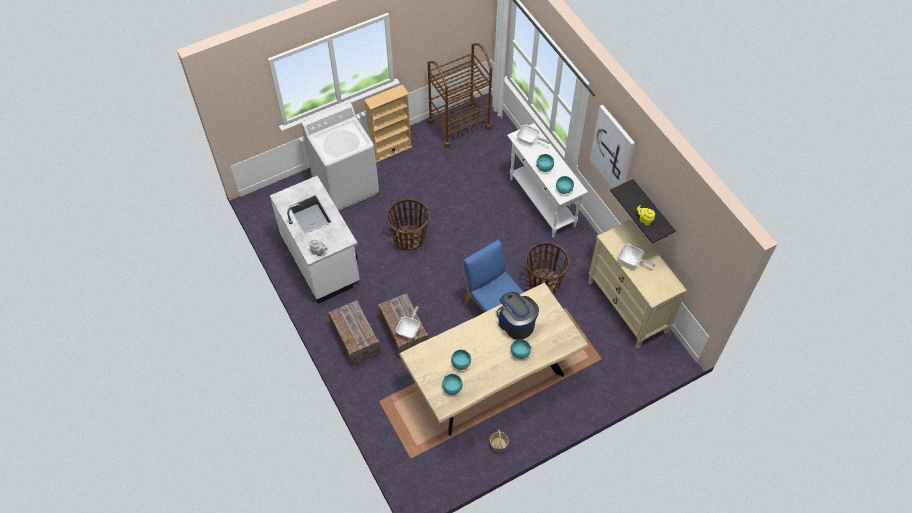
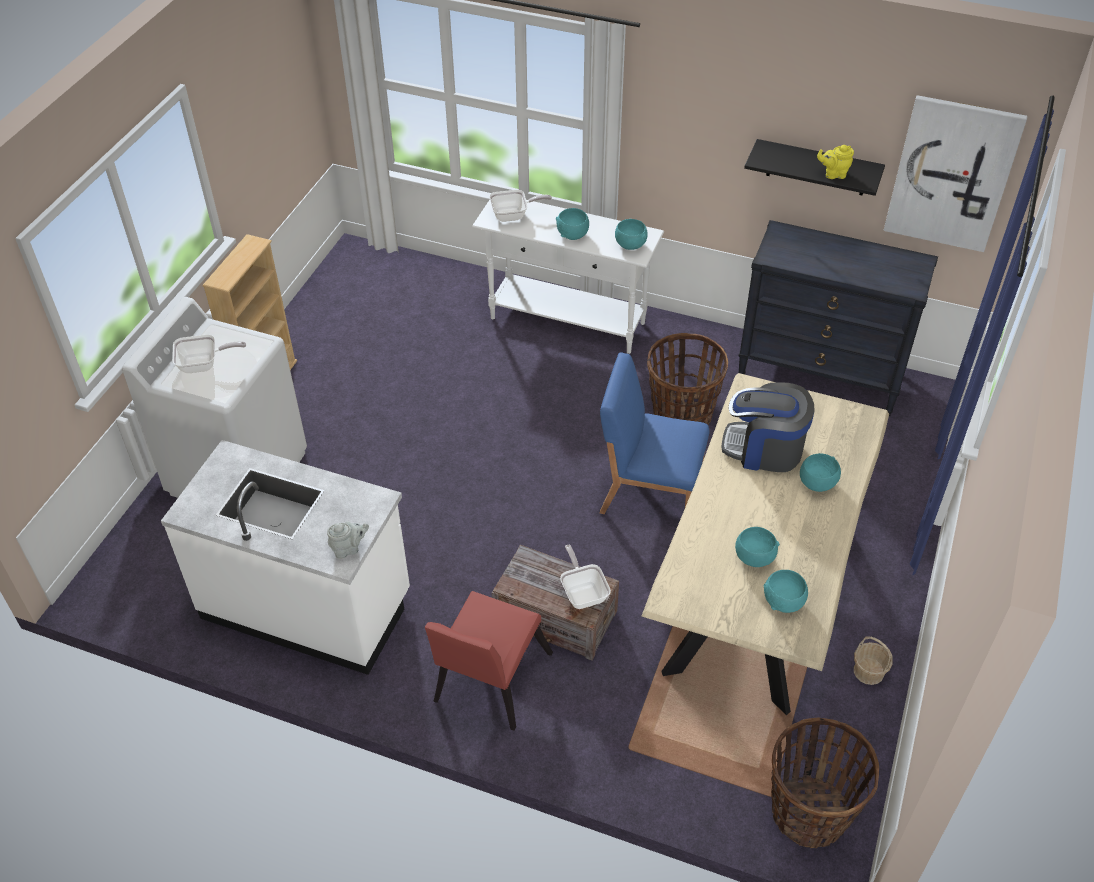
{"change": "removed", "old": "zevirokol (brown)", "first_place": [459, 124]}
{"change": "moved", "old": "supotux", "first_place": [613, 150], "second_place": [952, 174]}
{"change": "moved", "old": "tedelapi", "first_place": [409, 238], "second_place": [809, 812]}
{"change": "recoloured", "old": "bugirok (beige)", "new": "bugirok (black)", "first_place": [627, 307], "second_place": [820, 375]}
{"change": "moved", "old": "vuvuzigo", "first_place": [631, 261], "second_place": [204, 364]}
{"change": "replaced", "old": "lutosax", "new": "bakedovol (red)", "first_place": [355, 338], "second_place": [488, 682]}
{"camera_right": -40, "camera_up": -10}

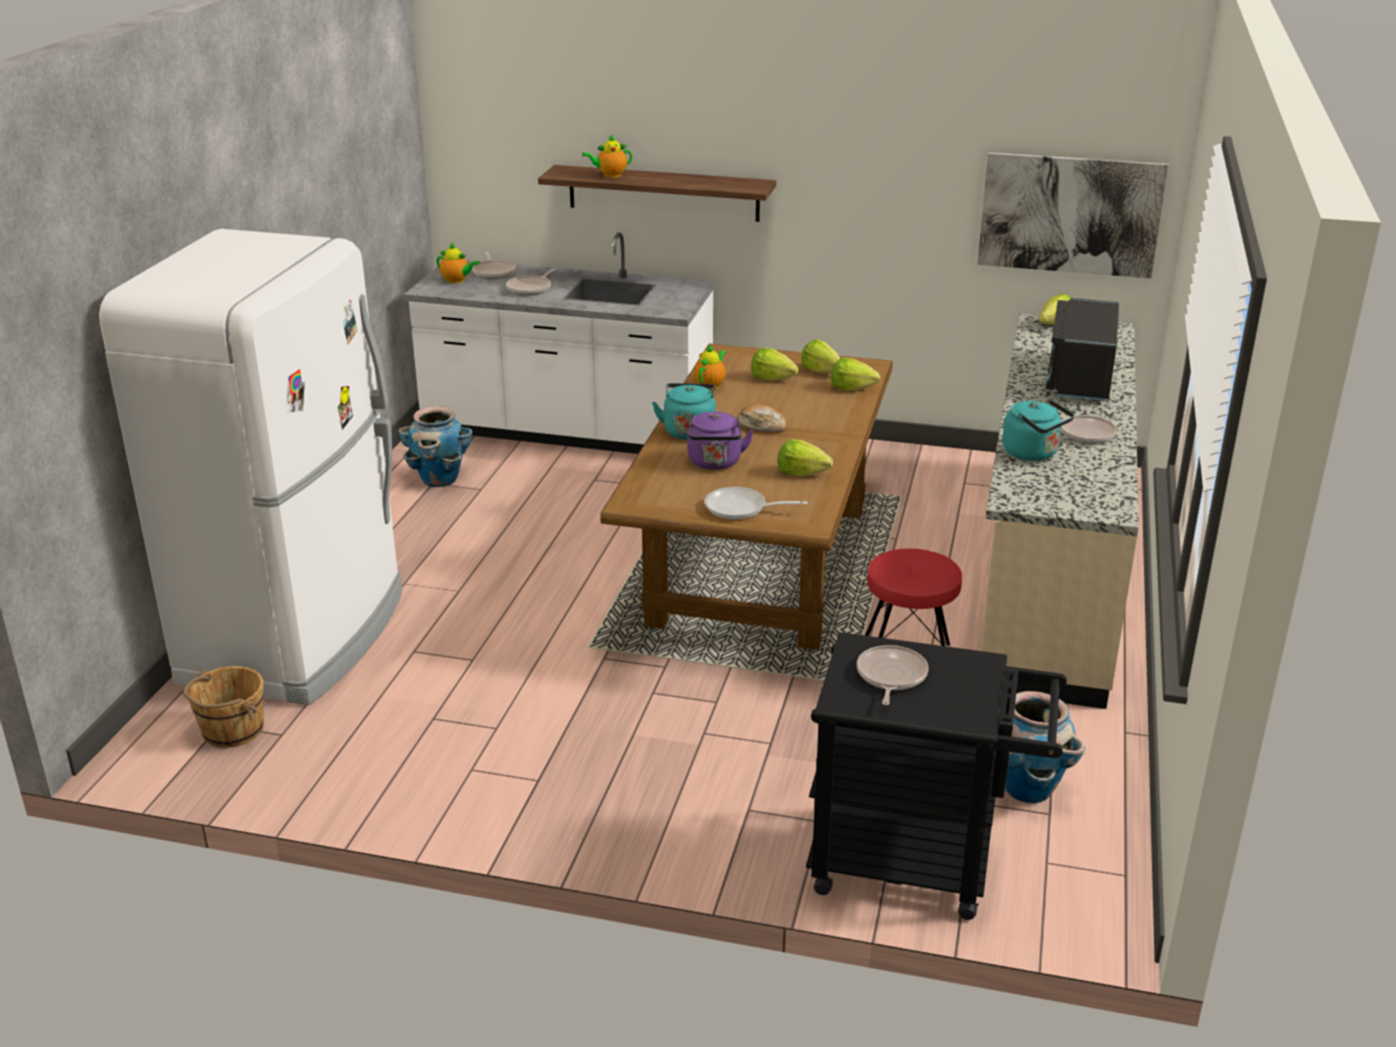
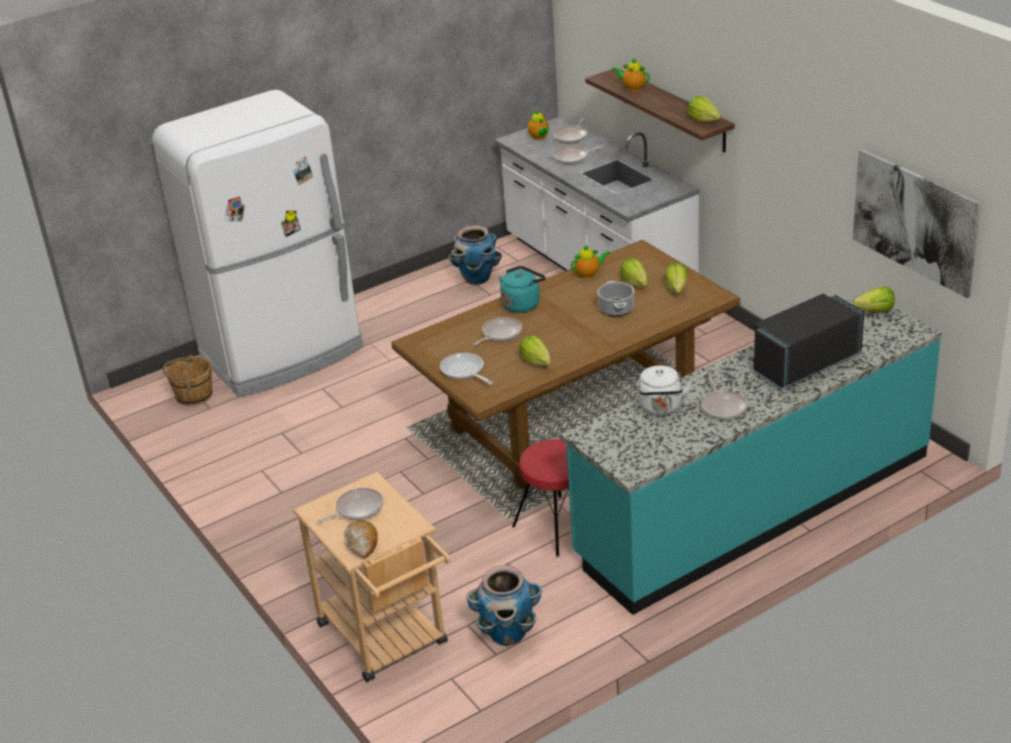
{"change": "recoloured", "old": "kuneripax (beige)", "new": "kuneripax (turquoise)", "first_place": [1048, 569], "second_place": [753, 506]}
{"change": "moved", "old": "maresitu", "first_place": [851, 388], "second_place": [704, 120]}
{"change": "recoloured", "old": "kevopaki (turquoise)", "new": "kevopaki (white)", "first_place": [1033, 453], "second_place": [661, 408]}
{"change": "moved", "old": "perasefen", "first_place": [761, 426], "second_place": [362, 543]}
{"change": "replaced", "old": "kevopaki (purple)", "new": "vuvuzigo", "first_place": [715, 463], "second_place": [500, 334]}
{"change": "recoloured", "old": "zevirokol (black)", "new": "zevirokol (beige)", "first_place": [920, 864], "second_place": [388, 640]}
{"change": "added", "new": "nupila", "second_place": [616, 309]}
{"camera_right": 45, "camera_up": 5}

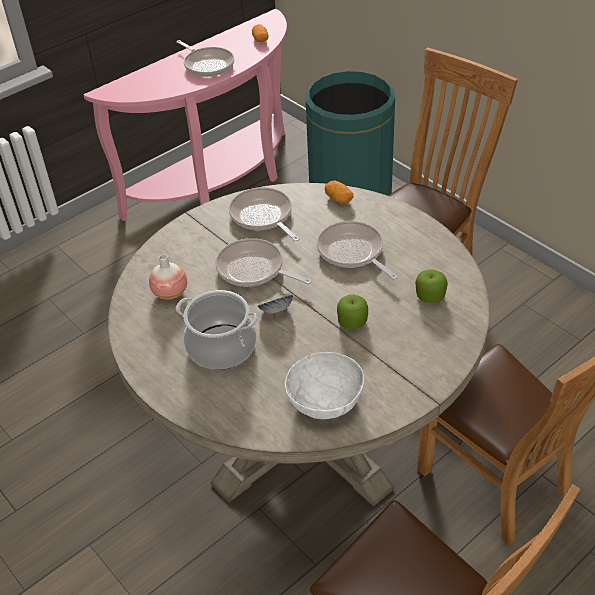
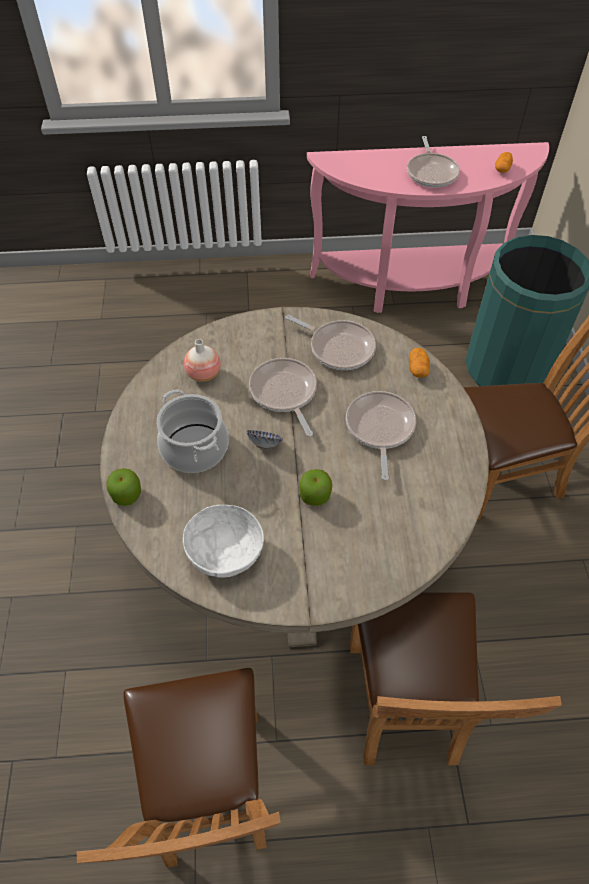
{"change": "turned", "old": "vuvuzigo", "first_place": [263, 216], "second_place": [338, 347], "degrees": 120}
{"change": "moved", "old": "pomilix", "first_place": [430, 296], "second_place": [126, 494]}
{"camera_right": 35, "camera_up": 10}

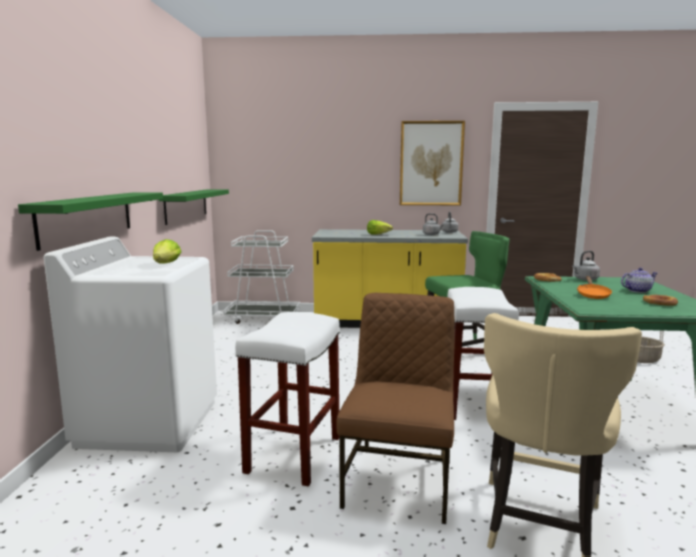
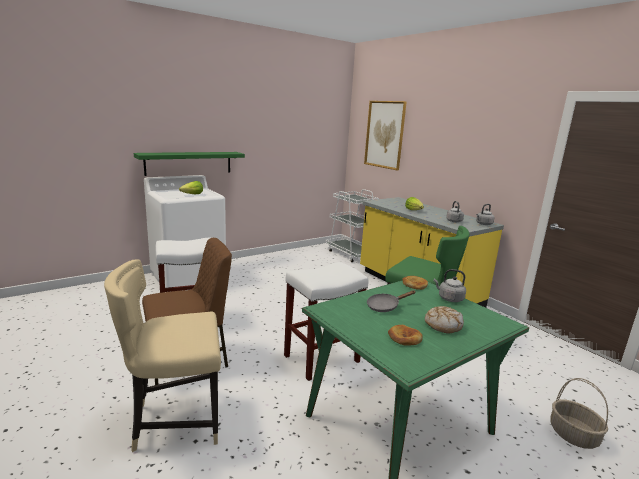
{"change": "moved", "old": "supotux", "first_place": [431, 163], "second_place": [385, 134]}
{"change": "removed", "old": "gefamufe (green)", "first_place": [186, 205]}
{"change": "replaced", "old": "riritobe", "new": "perasefen", "first_place": [637, 290], "second_place": [443, 325]}
{"change": "recoloured", "old": "vuvuzigo (orange)", "new": "vuvuzigo (grey)", "first_place": [592, 295], "second_place": [385, 306]}
{"camera_right": 50, "camera_up": 5}

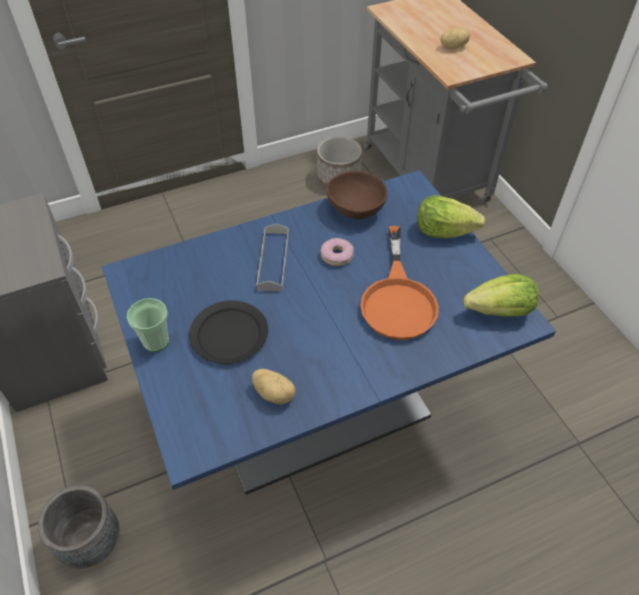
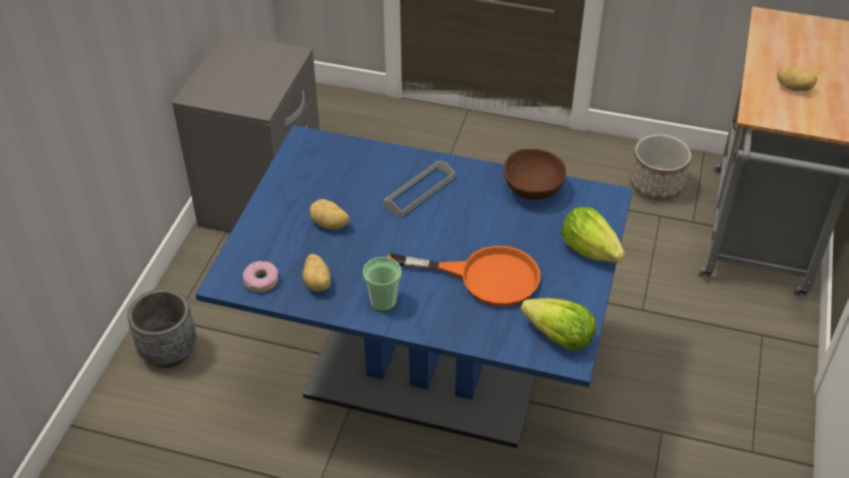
{"change": "turned", "old": "vuvuzigo (orange)", "first_place": [398, 299], "second_place": [484, 277], "degrees": -120}
{"change": "moved", "old": "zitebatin", "first_place": [337, 256], "second_place": [261, 280]}
{"change": "moved", "old": "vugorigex", "first_place": [156, 341], "second_place": [383, 302]}
{"change": "replaced", "old": "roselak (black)", "new": "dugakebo", "first_place": [229, 334], "second_place": [329, 225]}
{"camera_right": 40, "camera_up": -5}

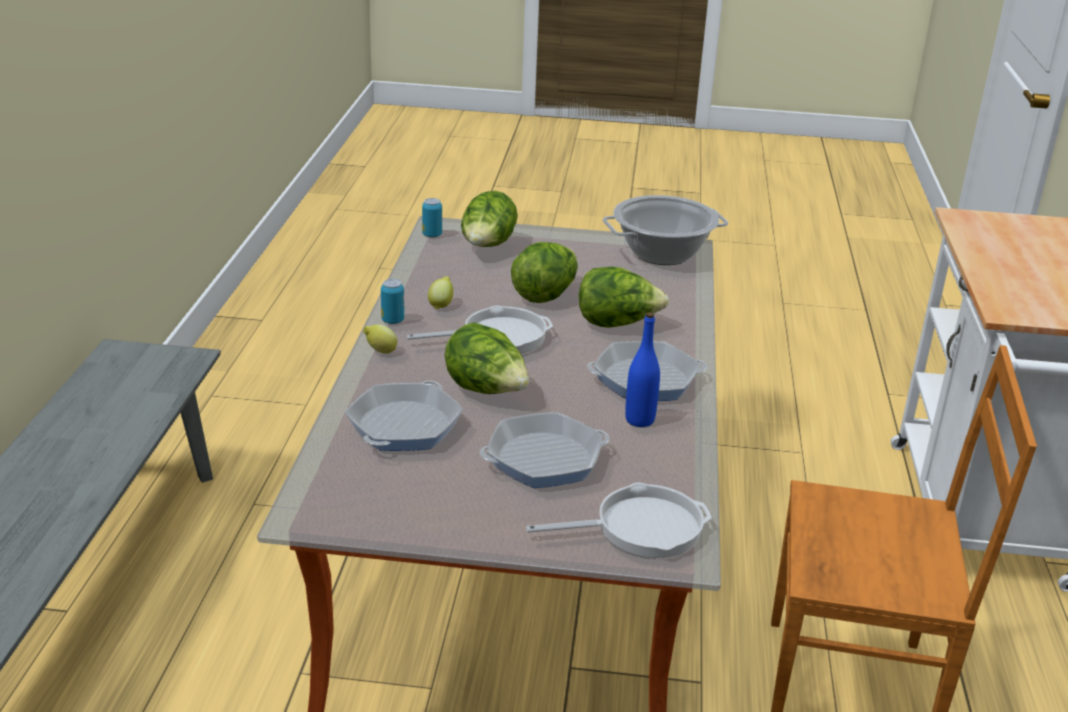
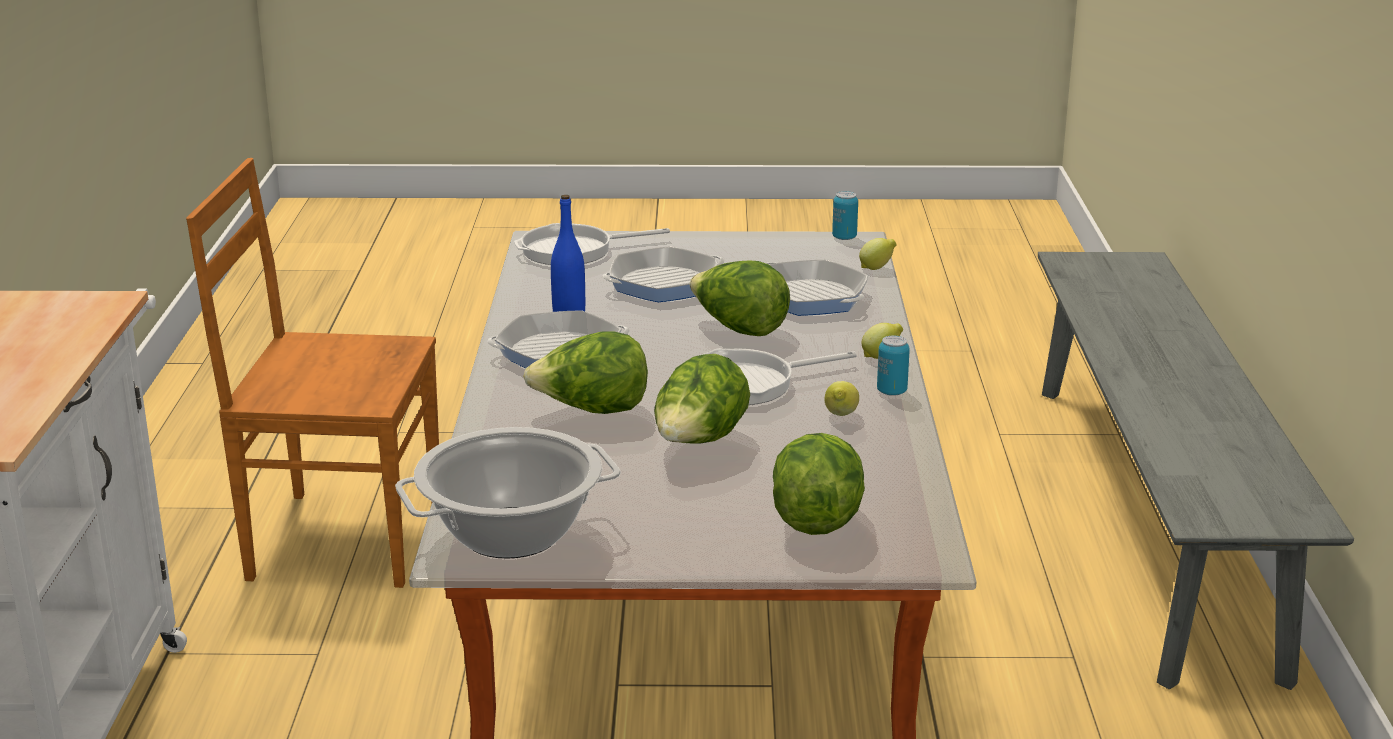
{"change": "moved", "old": "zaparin", "first_place": [432, 235], "second_place": [844, 237]}
{"change": "turned", "old": "vuvuzigo", "first_place": [404, 426], "second_place": [810, 297], "degrees": -60}
{"change": "added", "new": "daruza", "second_place": [877, 268]}
{"camera_right": 175, "camera_up": -5}

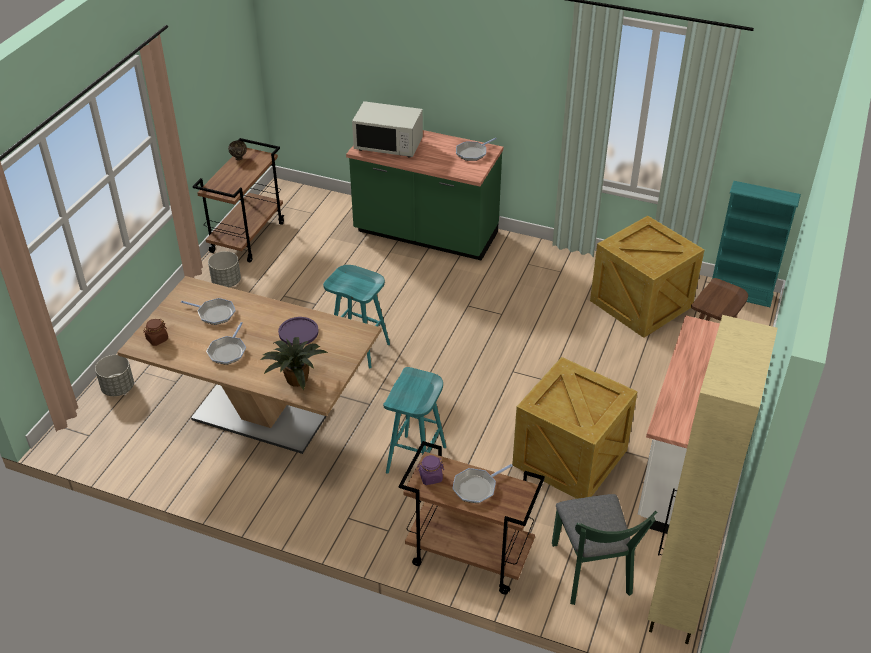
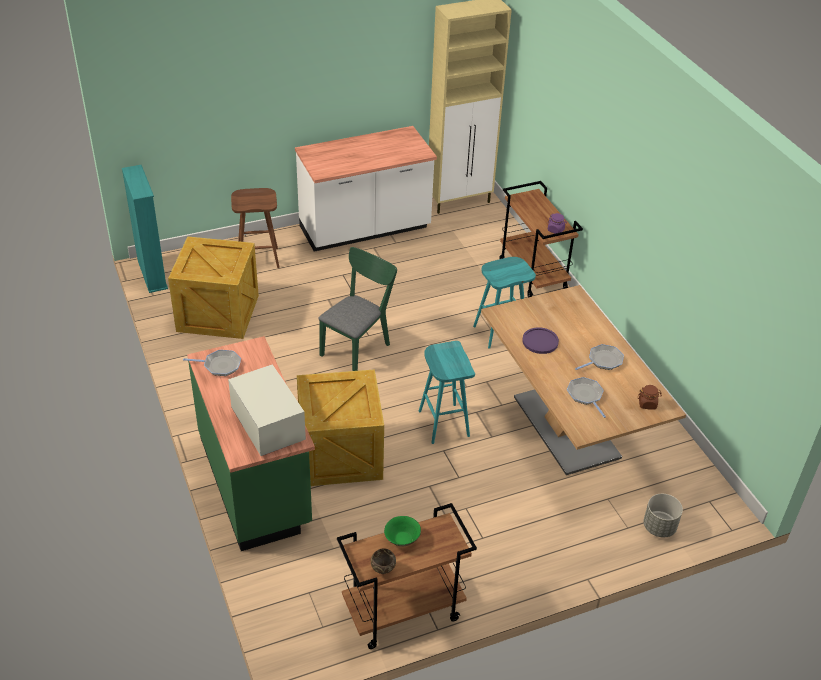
{"change": "removed", "old": "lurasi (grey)", "first_place": [226, 282]}
{"change": "removed", "old": "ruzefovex", "first_place": [295, 379]}
{"change": "moved", "old": "lutosax", "first_place": [570, 459], "second_place": [341, 453]}
{"change": "removed", "old": "vuvuzigo", "first_place": [476, 487]}
{"change": "moved", "old": "bakedovol (green)", "first_place": [592, 574], "second_place": [358, 346]}
{"change": "added", "new": "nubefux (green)", "second_place": [402, 539]}
{"camera_right": -135, "camera_up": 0}

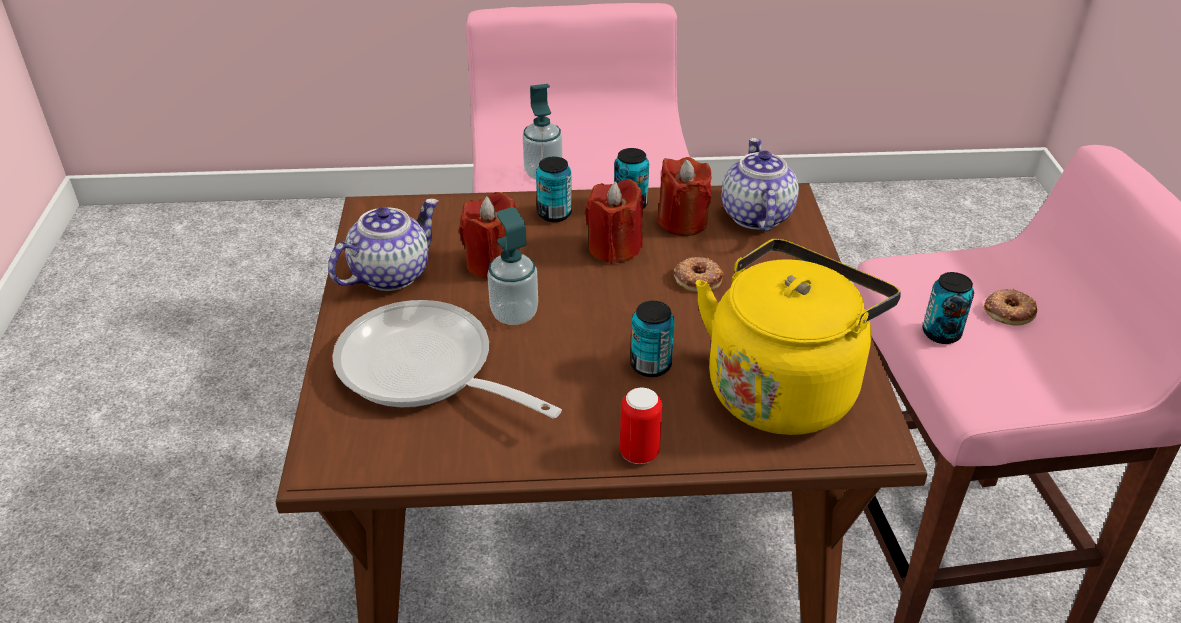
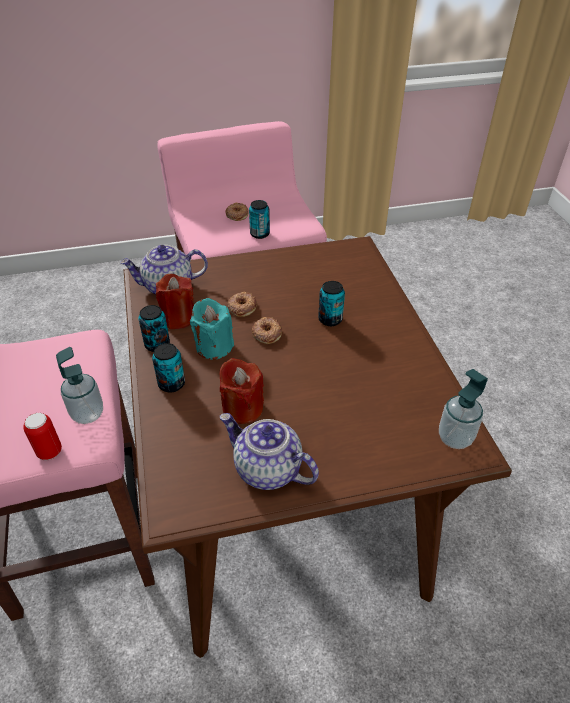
{"change": "recoloured", "old": "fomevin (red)", "new": "fomevin (turquoise)", "first_place": [614, 248], "second_place": [214, 346]}
{"change": "moved", "old": "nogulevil", "first_place": [514, 314], "second_place": [455, 438]}
{"change": "removed", "old": "kevopaki (yellow)", "first_place": [784, 387]}
{"change": "removed", "old": "vuvuzigo", "first_place": [425, 371]}
{"change": "moved", "old": "zaparin", "first_place": [639, 453], "second_place": [49, 451]}
{"change": "added", "new": "zitebatin", "second_place": [266, 333]}
{"camera_right": -100, "camera_up": 5}

